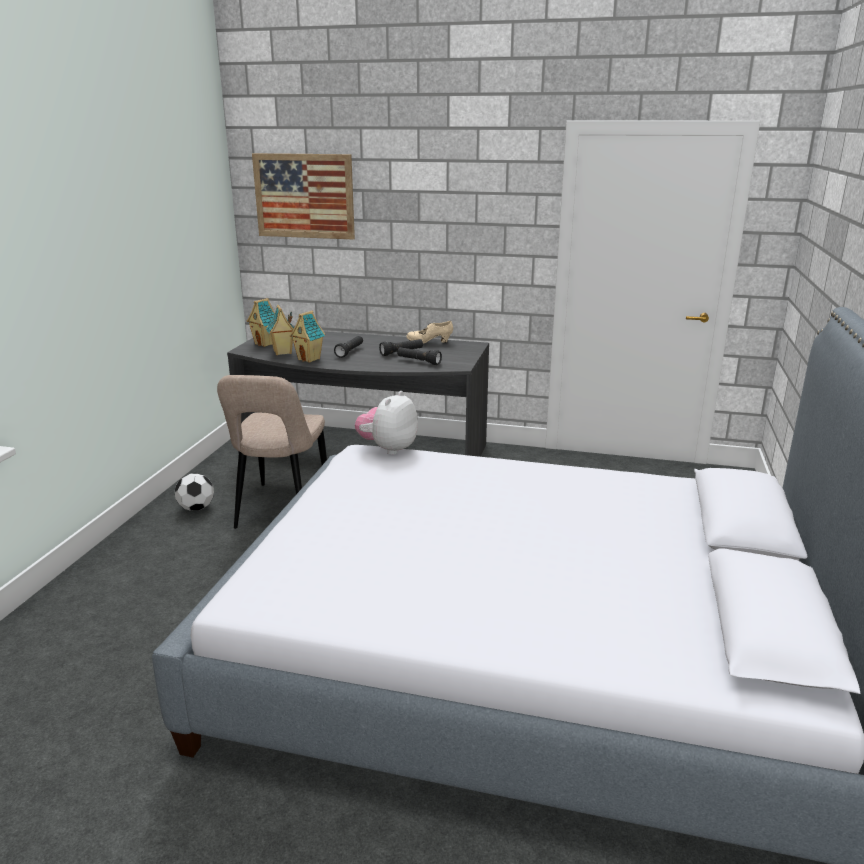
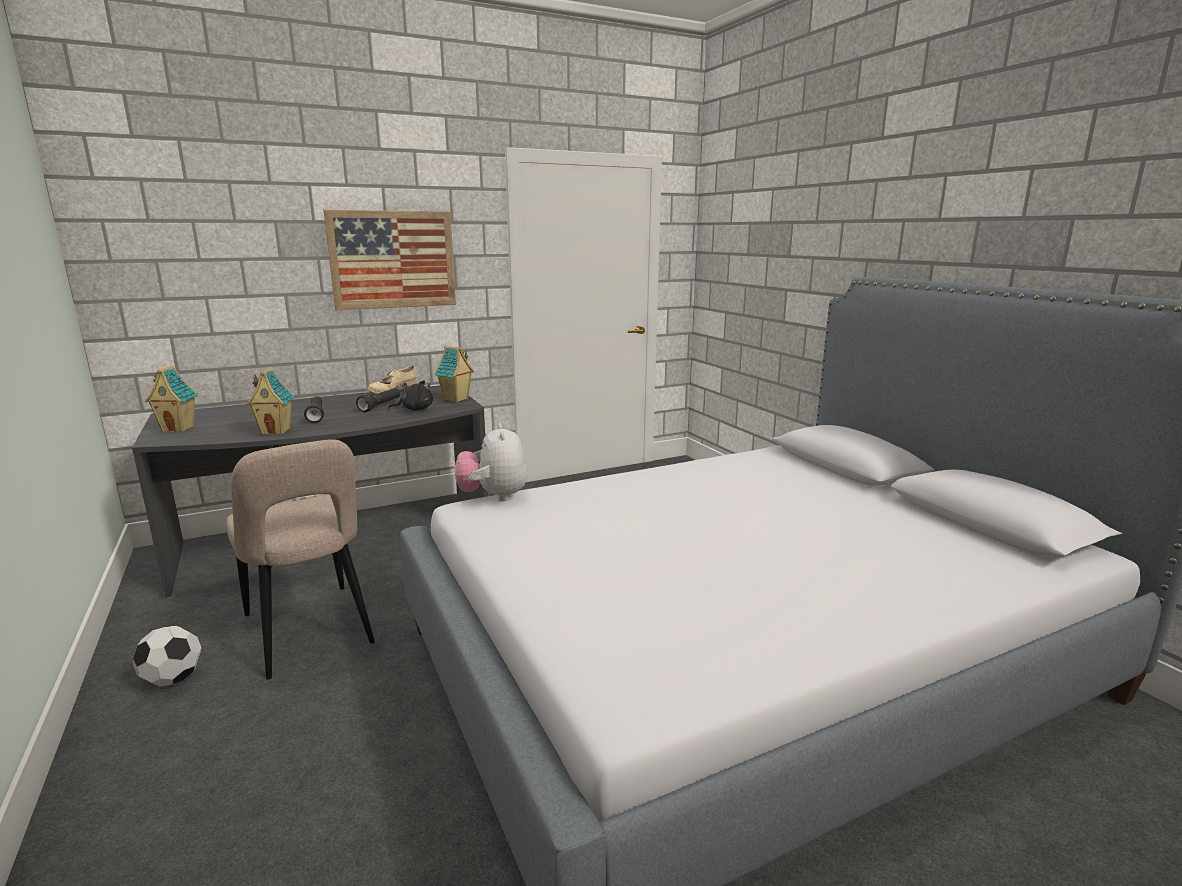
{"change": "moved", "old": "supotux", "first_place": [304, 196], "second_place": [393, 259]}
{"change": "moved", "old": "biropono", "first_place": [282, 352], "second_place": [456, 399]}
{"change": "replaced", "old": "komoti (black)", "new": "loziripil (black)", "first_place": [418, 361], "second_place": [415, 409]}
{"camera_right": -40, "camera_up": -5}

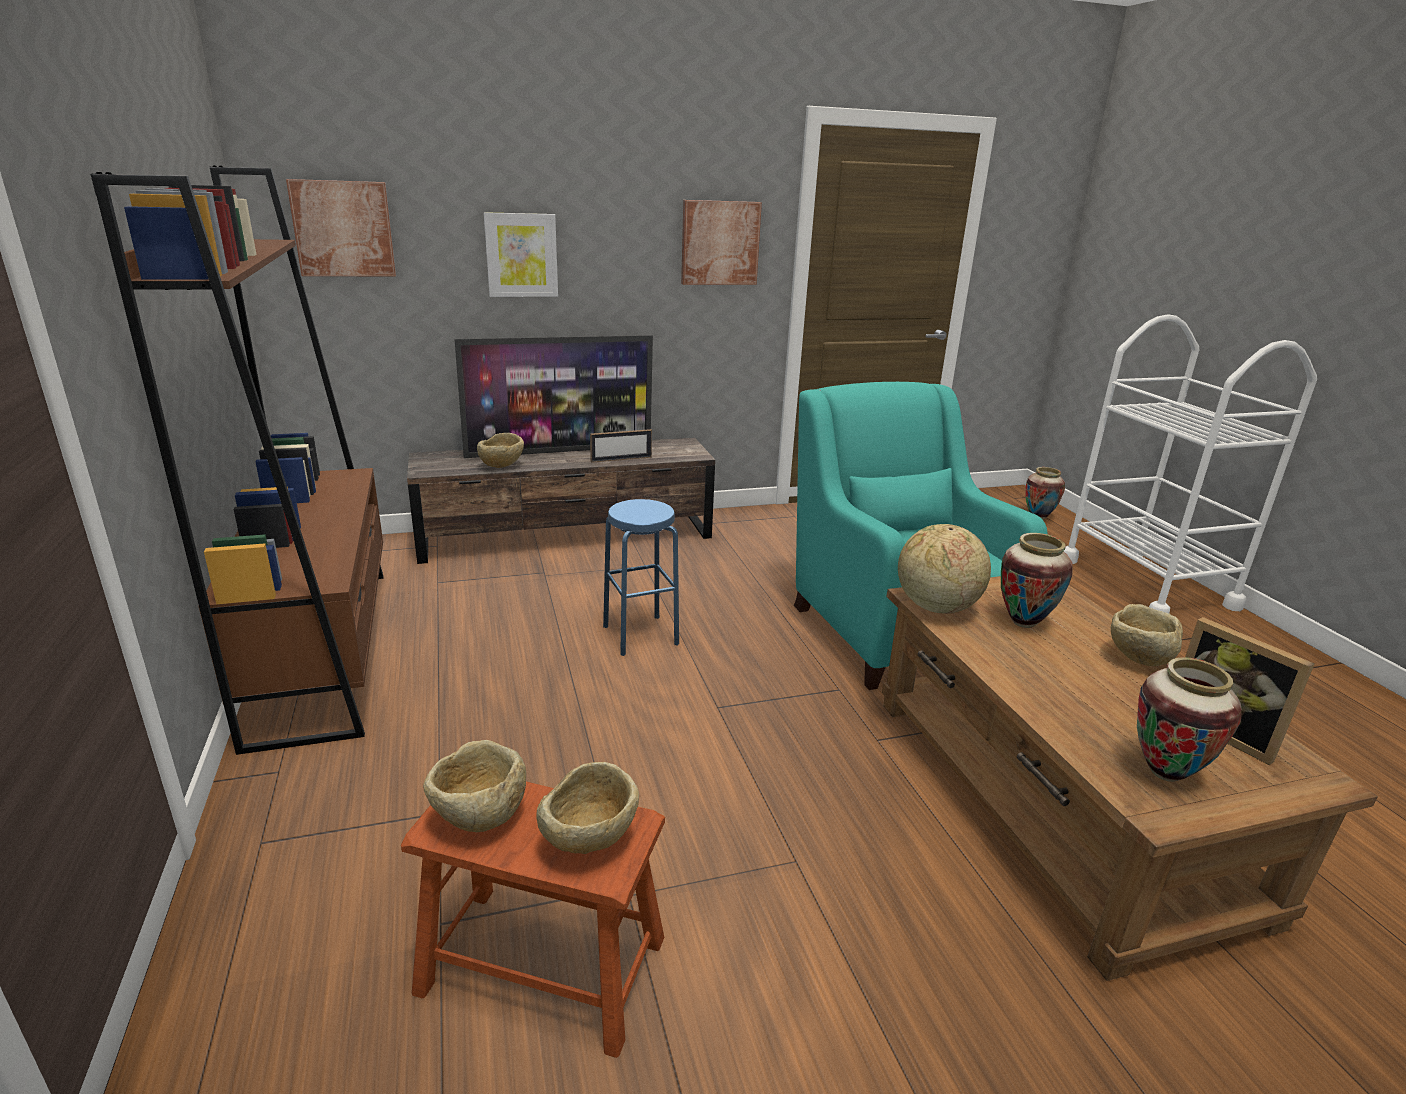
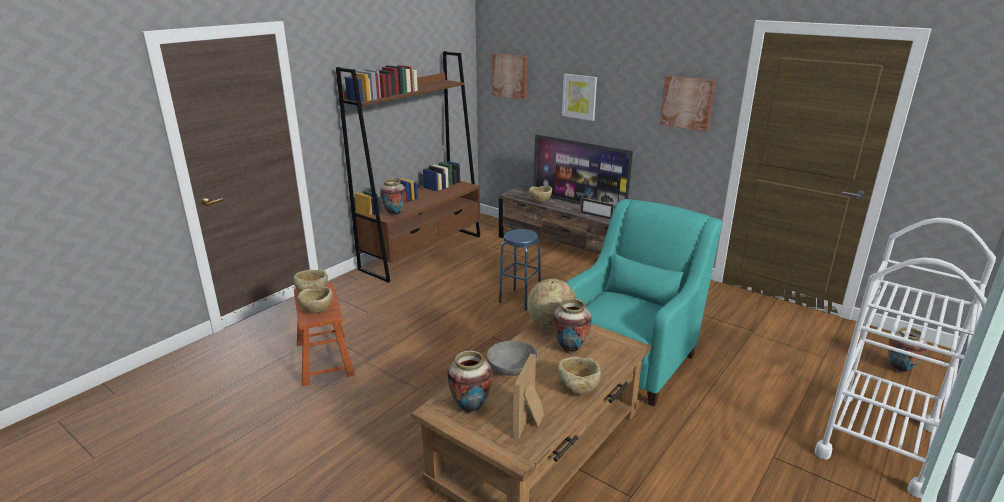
{"change": "added", "new": "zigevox", "second_place": [394, 214]}
{"change": "added", "new": "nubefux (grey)", "second_place": [511, 369]}
{"camera_right": 55, "camera_up": 0}

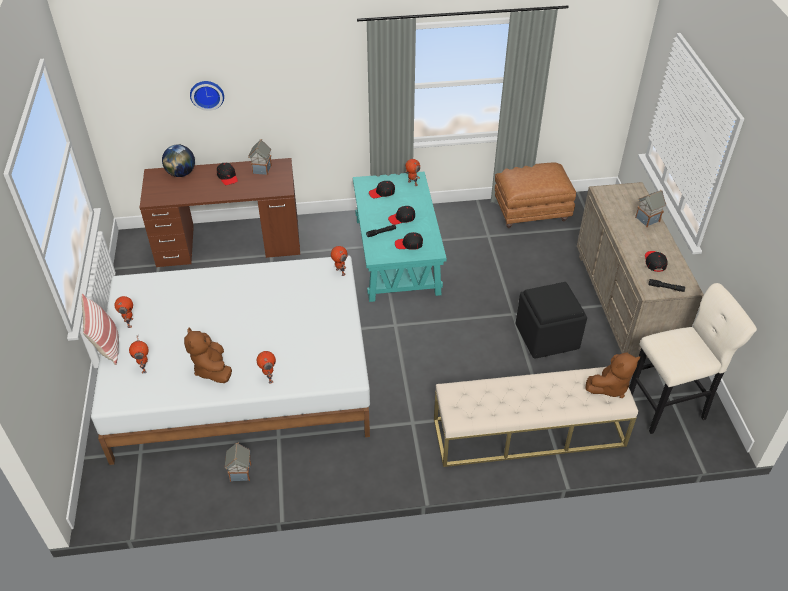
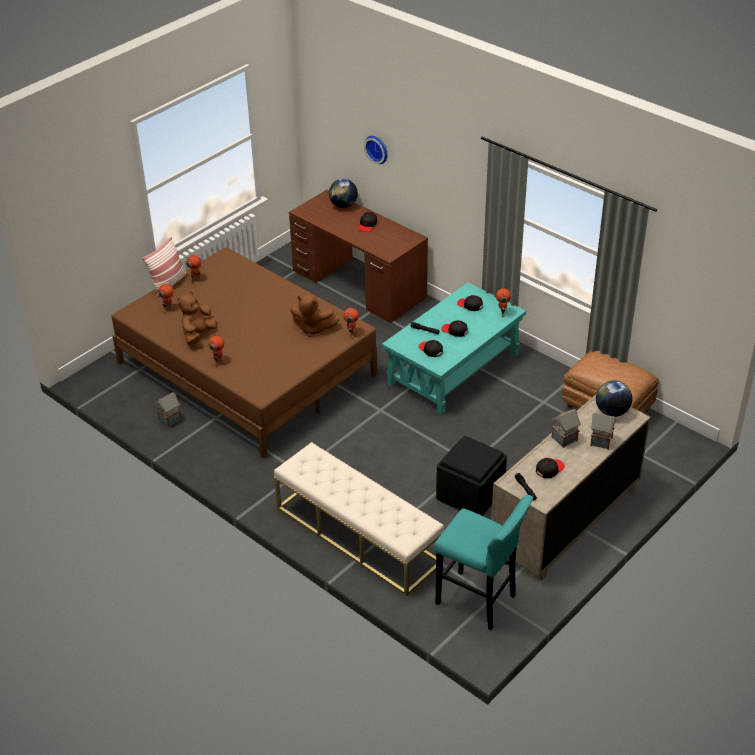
{"change": "moved", "old": "biropono", "first_place": [262, 170], "second_place": [564, 439]}
{"change": "recoloured", "old": "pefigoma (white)", "new": "pefigoma (brown)", "first_place": [241, 375], "second_place": [246, 368]}
{"change": "recoloured", "old": "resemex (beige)", "new": "resemex (turquoise)", "first_place": [669, 406], "second_place": [479, 602]}
{"change": "moved", "old": "loziripil (brown)", "first_place": [610, 386], "second_place": [313, 328]}
{"change": "added", "new": "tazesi", "second_place": [612, 412]}
{"camera_right": 50, "camera_up": -5}

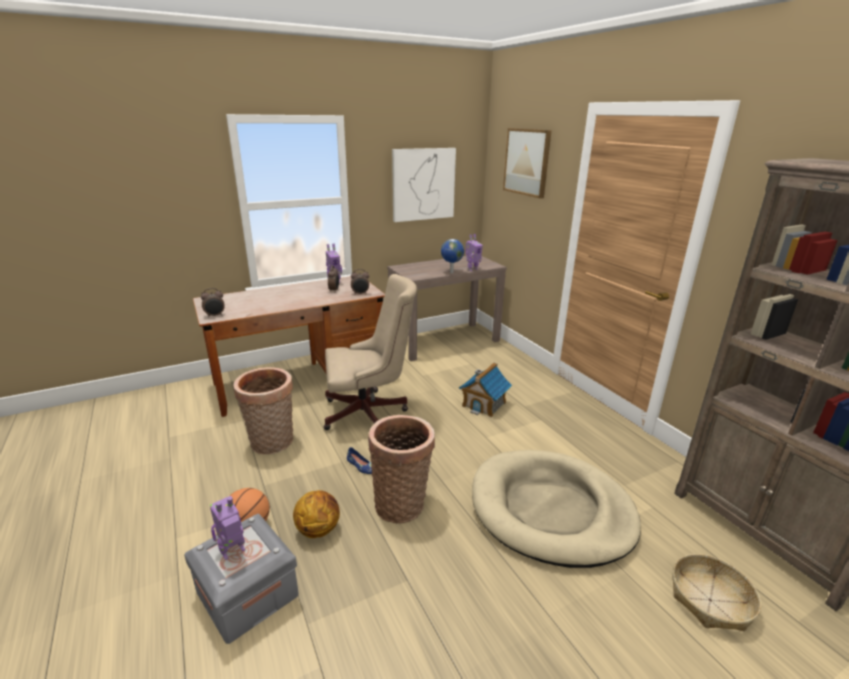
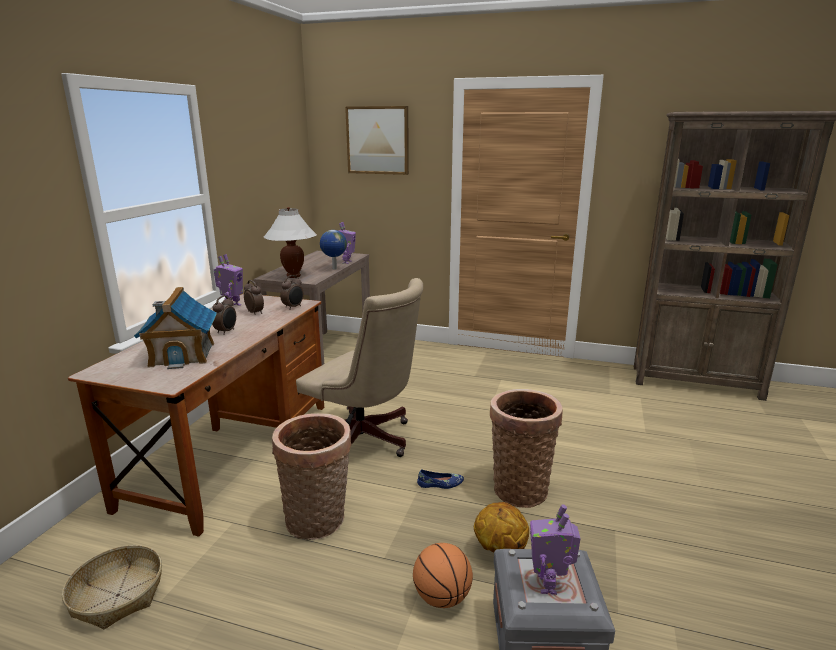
{"change": "removed", "old": "supotux", "first_place": [423, 184]}
{"change": "turned", "old": "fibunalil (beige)", "first_place": [370, 413], "second_place": [366, 441], "degrees": 90}
{"change": "moved", "old": "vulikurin", "first_place": [215, 315], "second_place": [226, 331]}
{"change": "moved", "old": "biropono", "first_place": [484, 404], "second_place": [183, 354]}
{"change": "removed", "old": "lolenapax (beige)", "first_place": [551, 510]}
{"change": "moved", "old": "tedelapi", "first_place": [710, 600], "second_place": [118, 595]}
{"change": "added", "new": "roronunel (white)", "second_place": [293, 276]}
{"camera_right": -45, "camera_up": -5}

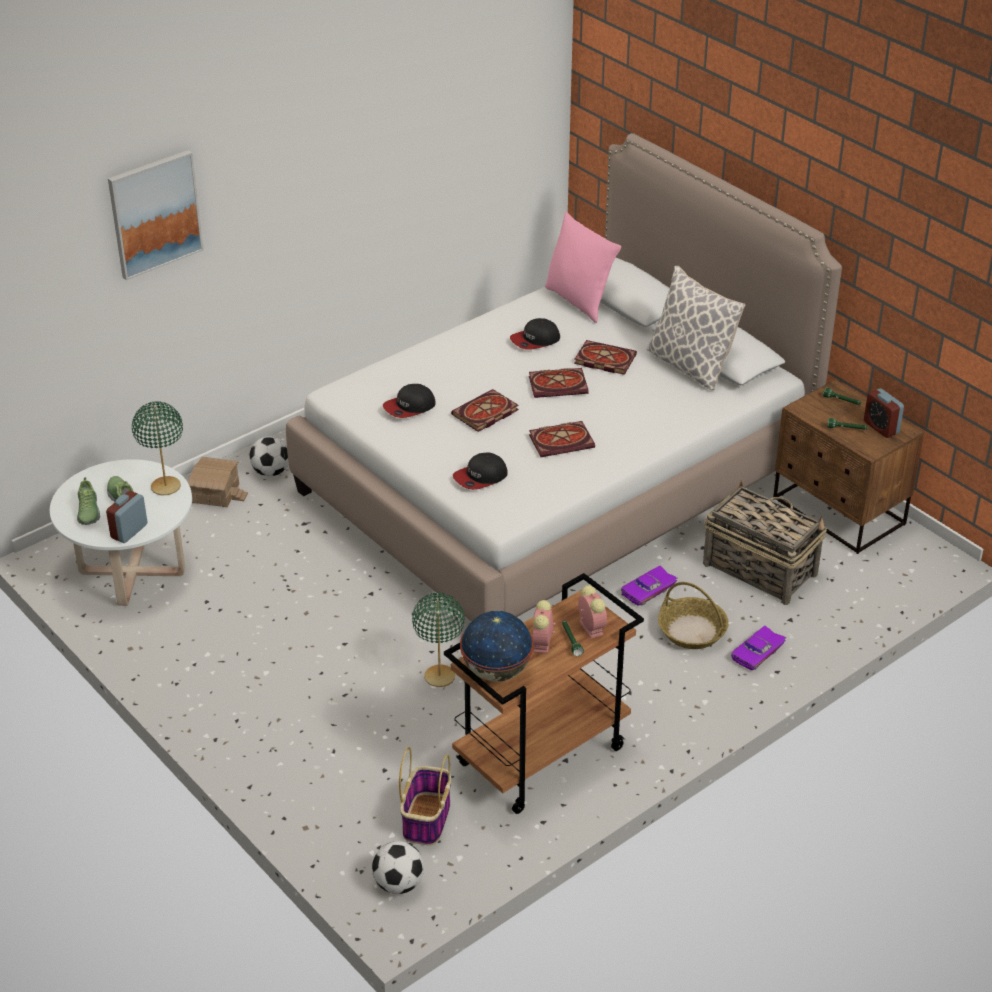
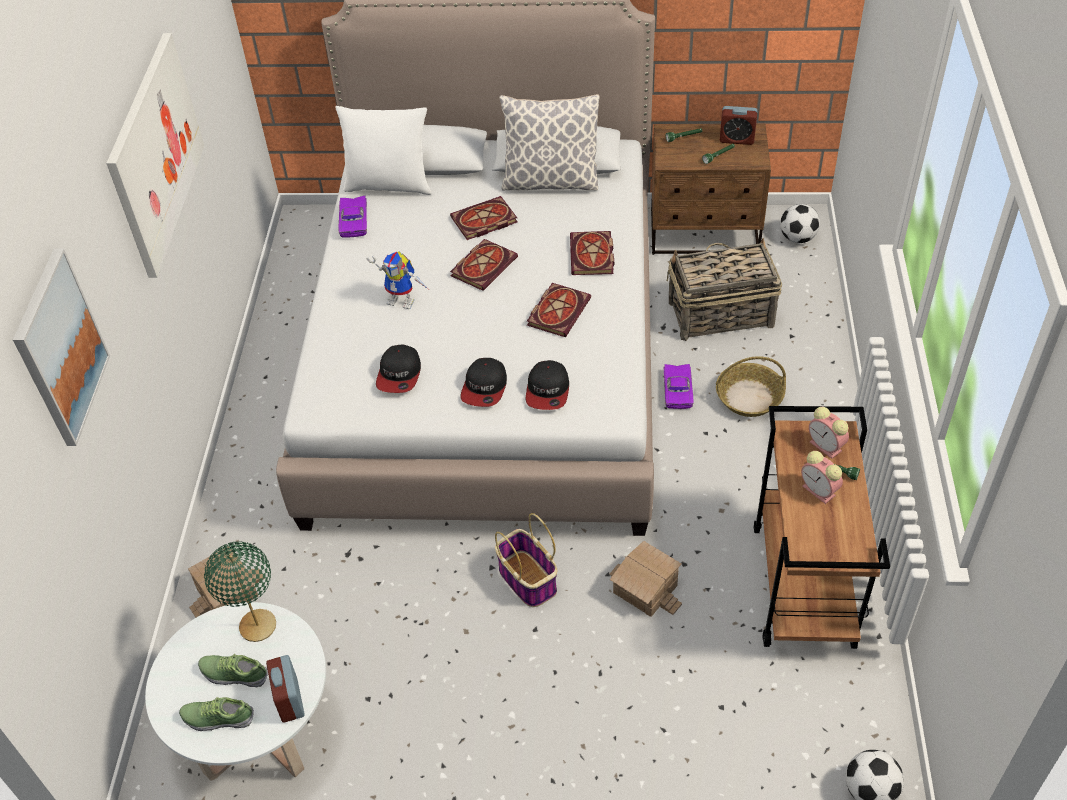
{"change": "recoloured", "old": "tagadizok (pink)", "new": "tagadizok (white)", "first_place": [579, 301], "second_place": [389, 185]}
{"change": "moved", "old": "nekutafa", "first_place": [535, 340], "second_place": [485, 387]}
{"change": "moved", "old": "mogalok", "first_place": [485, 414], "second_place": [593, 256]}
{"change": "moved", "old": "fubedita", "first_place": [271, 472], "second_place": [797, 238]}
{"change": "turned", "old": "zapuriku", "first_place": [88, 511], "second_place": [218, 717], "degrees": 150}
{"change": "turned", "old": "vulikurin", "first_place": [590, 627], "second_place": [827, 447], "degrees": -150}
{"change": "replaced", "old": "roronunel (green)", "new": "biropono", "first_place": [439, 677], "second_place": [644, 590]}
{"change": "removed", "old": "tazesi", "first_place": [496, 671]}
{"change": "moved", "old": "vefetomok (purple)", "first_place": [759, 653], "second_place": [355, 221]}
{"change": "moved", "old": "tedelapi", "first_place": [426, 818], "second_place": [526, 579]}
{"change": "added", "new": "supotux", "second_place": [155, 153]}
{"change": "added", "new": "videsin", "second_place": [404, 300]}
{"camera_right": -45, "camera_up": 10}

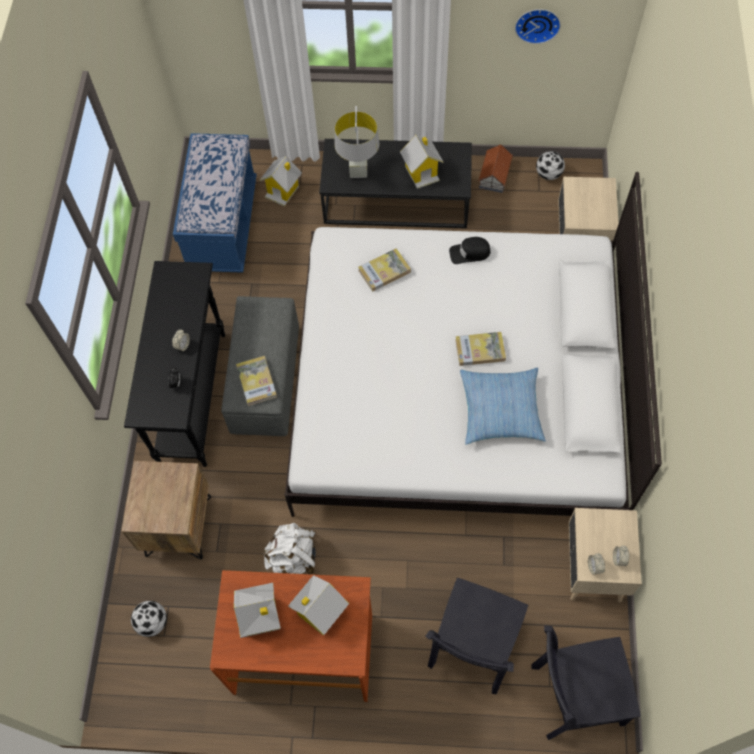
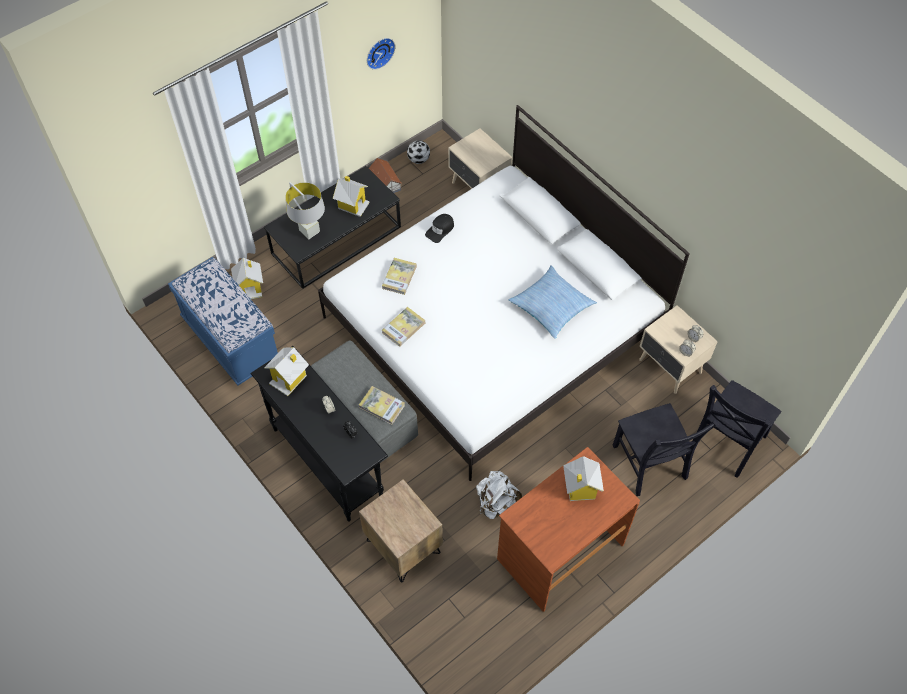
{"change": "moved", "old": "mogalok", "first_place": [480, 350], "second_place": [403, 328]}
{"change": "moved", "old": "biropono", "first_place": [260, 617], "second_place": [289, 378]}
{"change": "removed", "old": "fubedita", "first_place": [153, 622]}
{"camera_right": -45, "camera_up": -5}

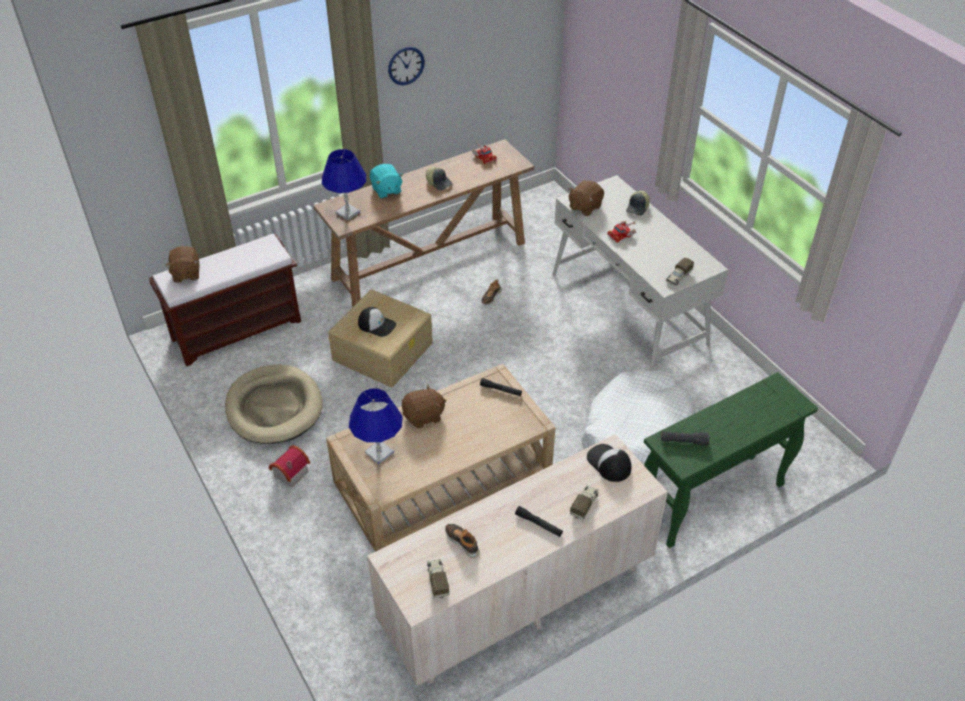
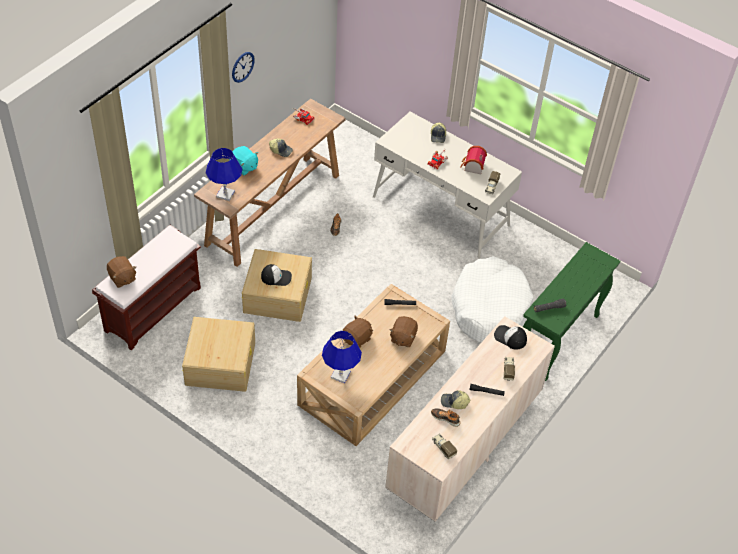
{"change": "moved", "old": "loziripil (brown)", "first_place": [584, 207], "second_place": [403, 338]}
{"change": "replaced", "old": "lolenapax (beige)", "new": "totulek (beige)", "first_place": [274, 407], "second_place": [220, 363]}
{"change": "moved", "old": "biropono", "first_place": [289, 473], "second_place": [472, 167]}
{"change": "added", "new": "nekutafa", "second_place": [454, 402]}
{"camera_right": -25, "camera_up": 5}

